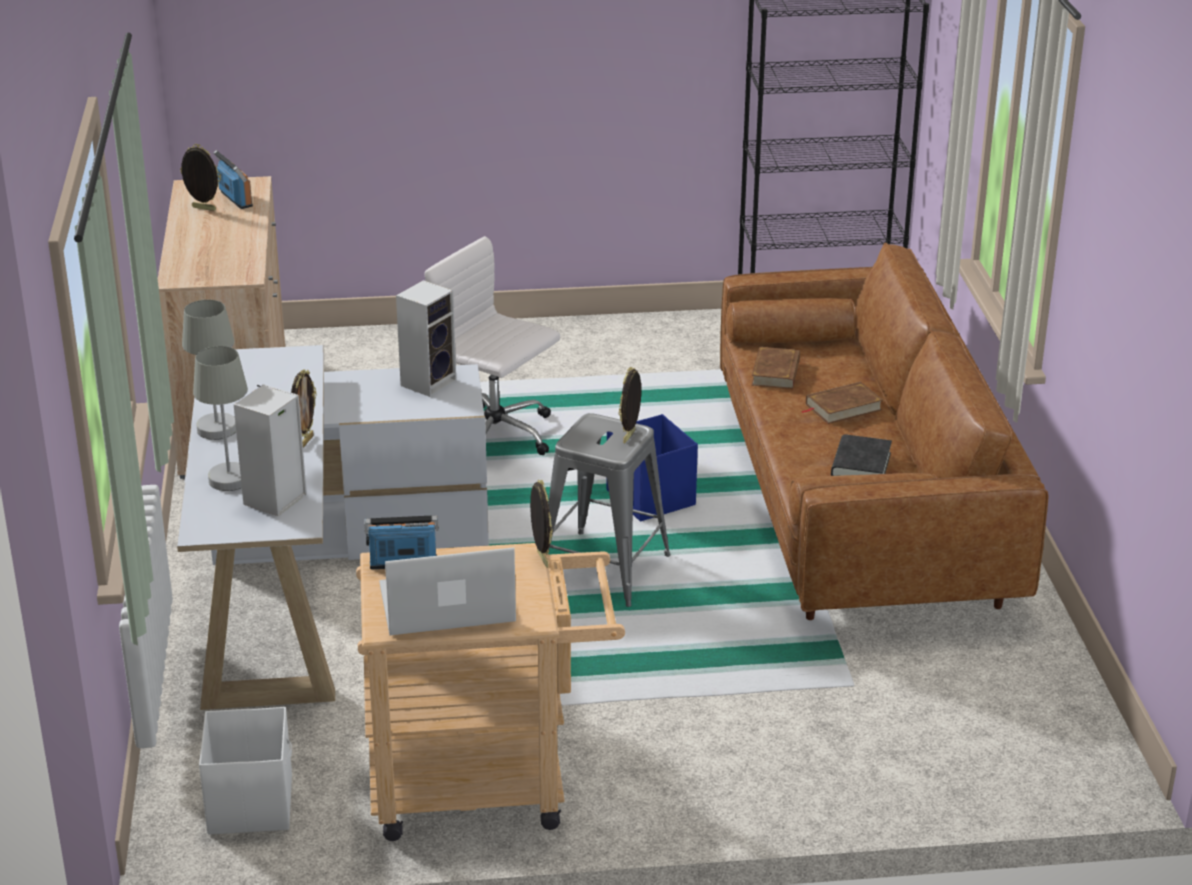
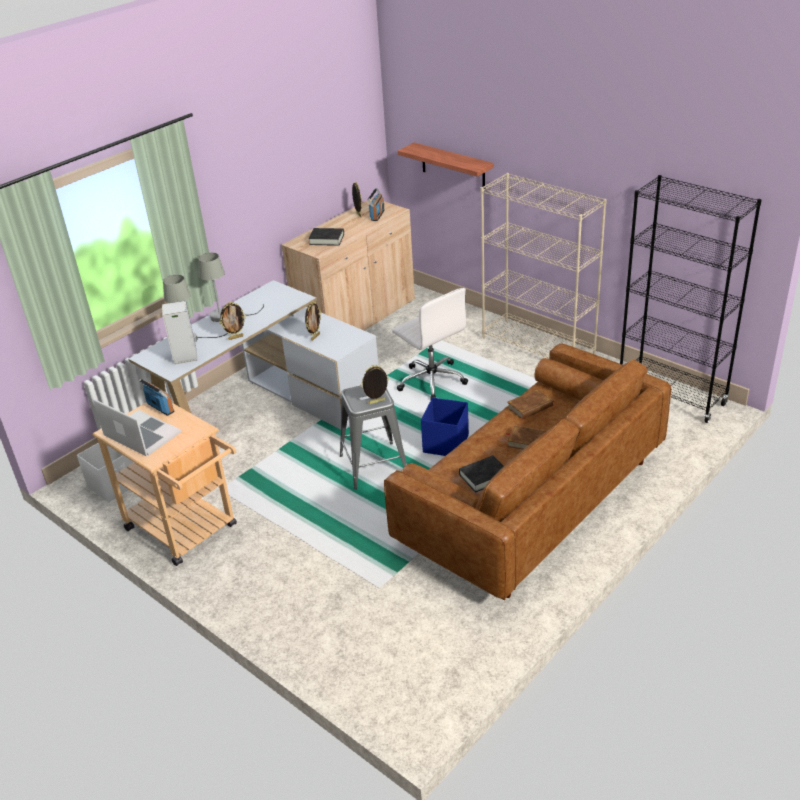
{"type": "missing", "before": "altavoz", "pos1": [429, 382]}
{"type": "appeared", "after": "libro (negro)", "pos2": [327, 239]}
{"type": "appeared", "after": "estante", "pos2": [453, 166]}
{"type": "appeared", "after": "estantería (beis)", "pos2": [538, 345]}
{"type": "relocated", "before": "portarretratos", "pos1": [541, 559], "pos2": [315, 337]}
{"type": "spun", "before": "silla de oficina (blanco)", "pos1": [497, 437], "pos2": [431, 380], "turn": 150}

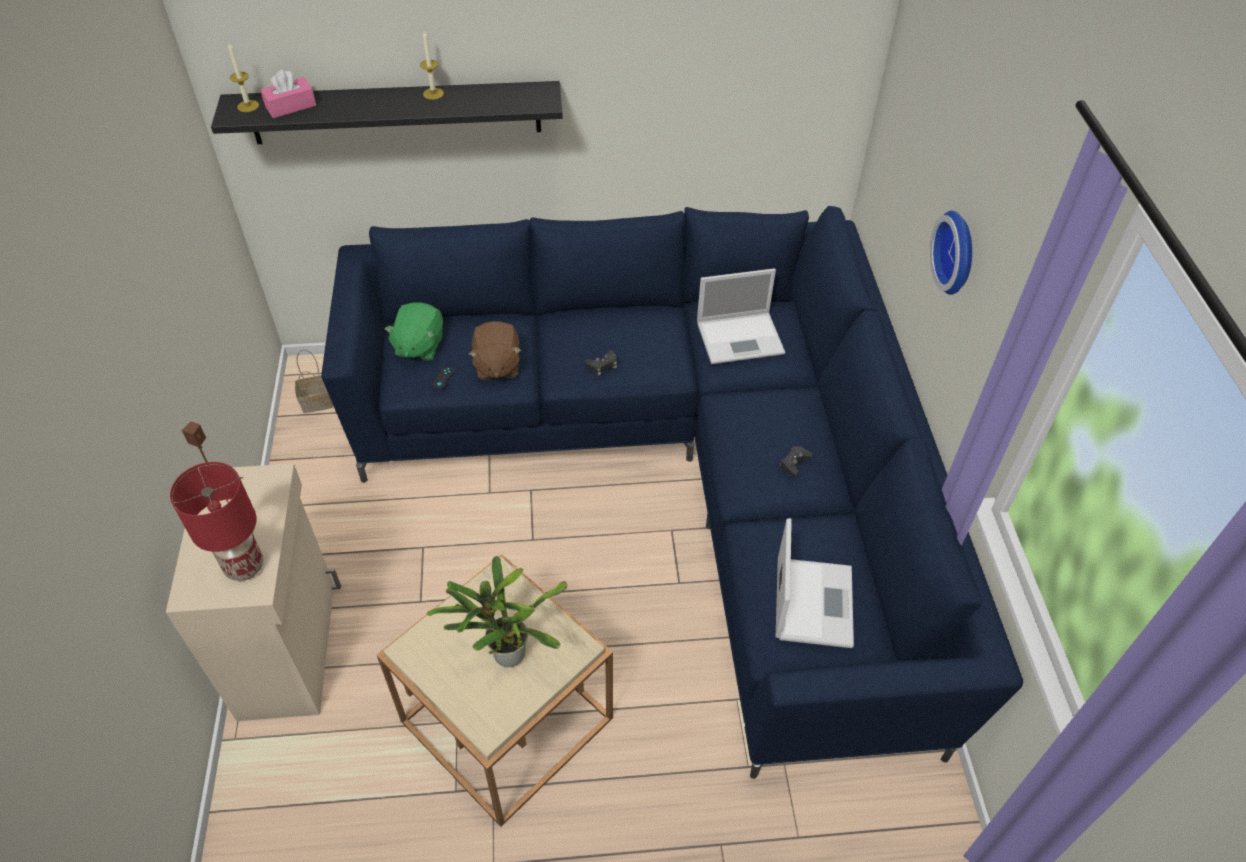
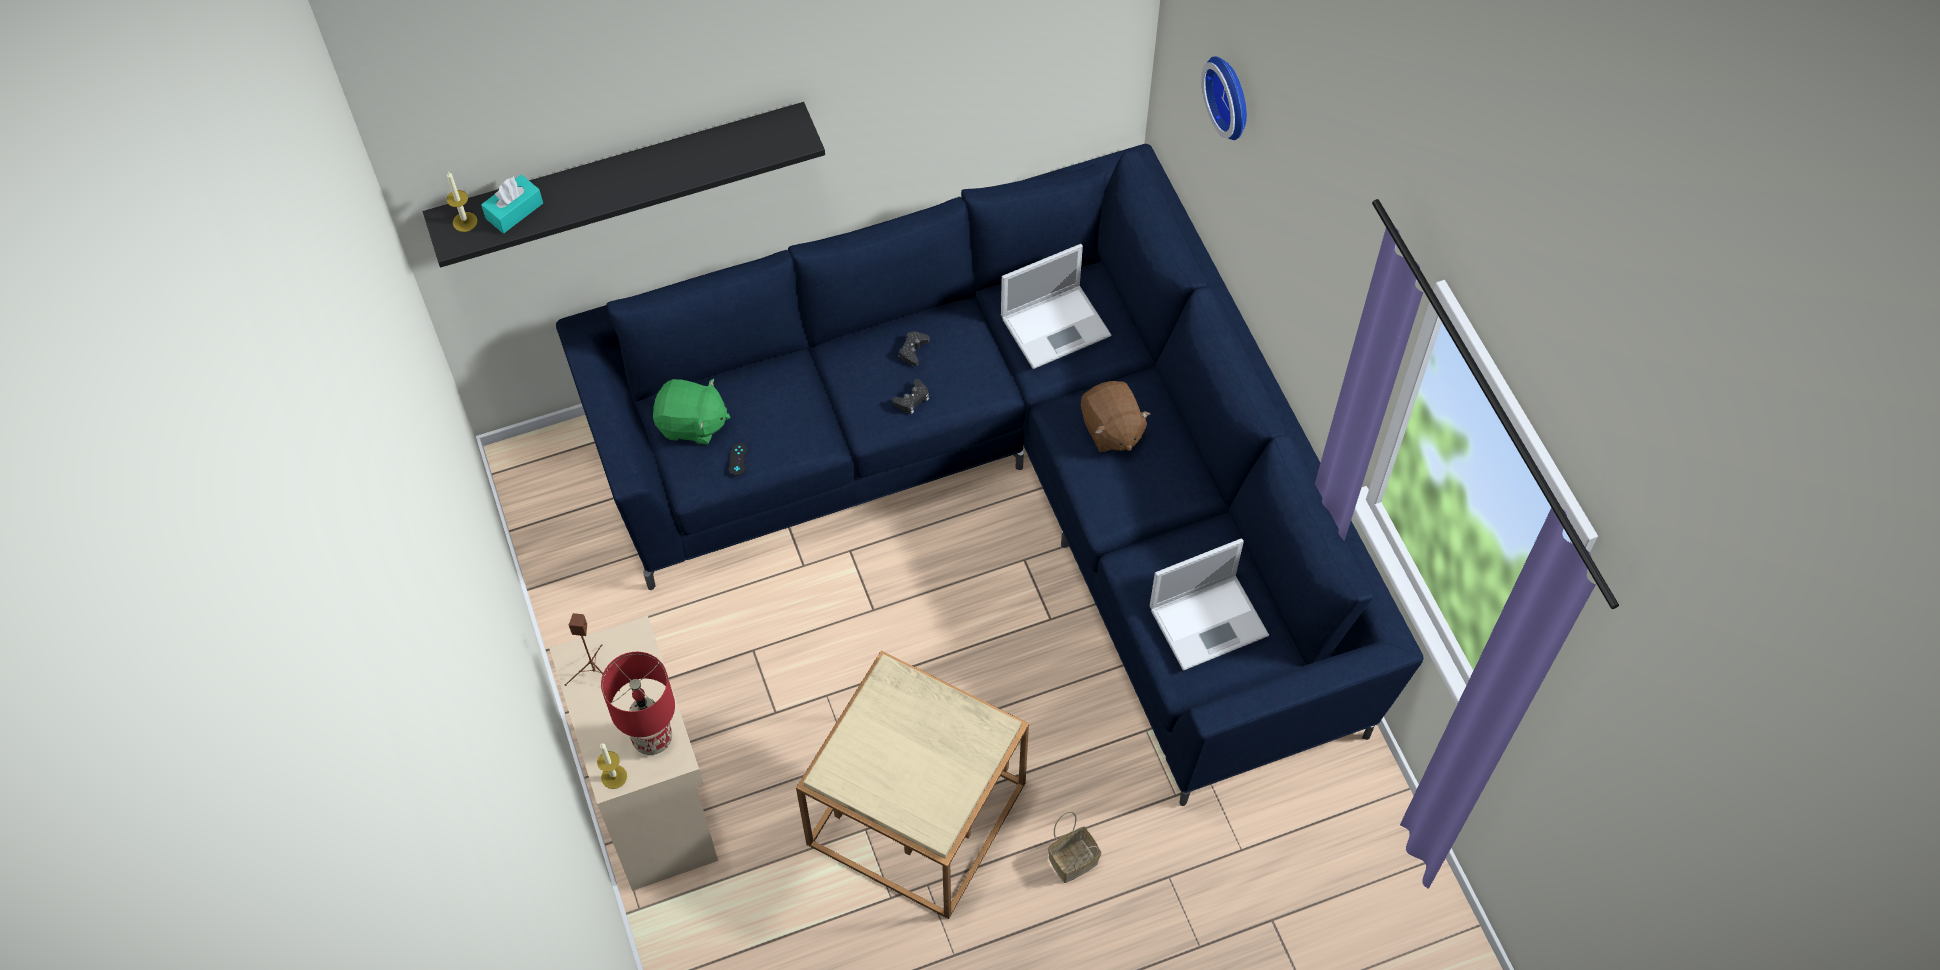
{"type": "missing", "before": "planta en maceta", "pos1": [505, 653]}
{"type": "relocated", "before": "cesta", "pos1": [318, 401], "pos2": [1074, 859]}
{"type": "relocated", "before": "vela", "pos1": [433, 93], "pos2": [614, 776]}
{"type": "relocated", "before": "peluche (marrón)", "pos1": [497, 365], "pos2": [1111, 429]}
{"type": "relocated", "before": "mando de consola (negro)", "pos1": [794, 463], "pos2": [913, 350]}
{"type": "relocated", "before": "reloj de pared", "pos1": [958, 252], "pos2": [1231, 96]}
{"type": "colour", "before": "caja de pañuelos (rosa)", "after": "caja de pañuelos (turquesa)", "pos1": [290, 106], "pos2": [514, 211]}
{"type": "spun", "before": "peluche (verde)", "pos1": [419, 346], "pos2": [692, 424], "turn": -75}
{"type": "spun", "before": "portátil", "pos1": [813, 600], "pos2": [1210, 620], "turn": 75}

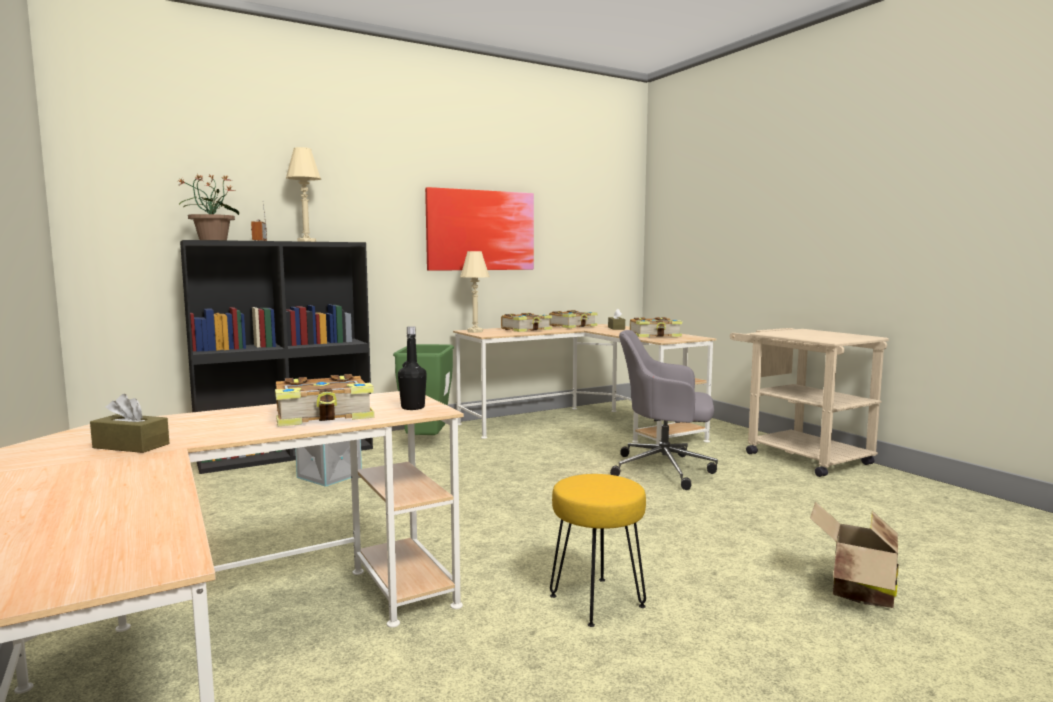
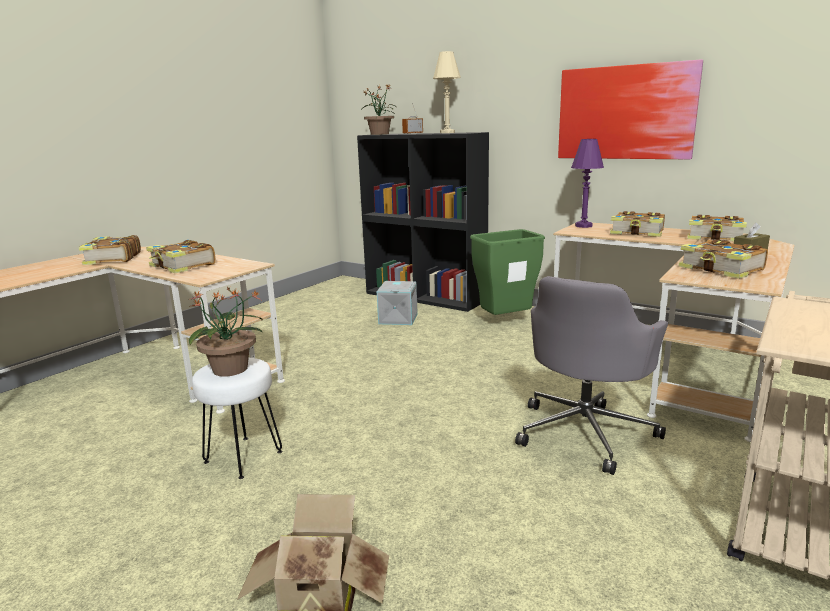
{"type": "missing", "before": "botella (negro)", "pos1": [413, 407]}
{"type": "appeared", "after": "planta en maceta", "pos2": [231, 369]}
{"type": "exchanged", "before": "caja de pañuelos (marrón)", "after": "libro", "pos1": [131, 446], "pos2": [112, 259]}
{"type": "colour", "before": "lámpara de mesa (beis)", "after": "lámpara de mesa (morado)", "pos1": [475, 331], "pos2": [583, 226]}
{"type": "colour", "before": "taburete (amarillo)", "after": "taburete (blanco)", "pos1": [598, 601], "pos2": [243, 457]}
{"type": "spun", "before": "silla de oficina (gris)", "pos1": [665, 469], "pos2": [585, 431], "turn": -135}

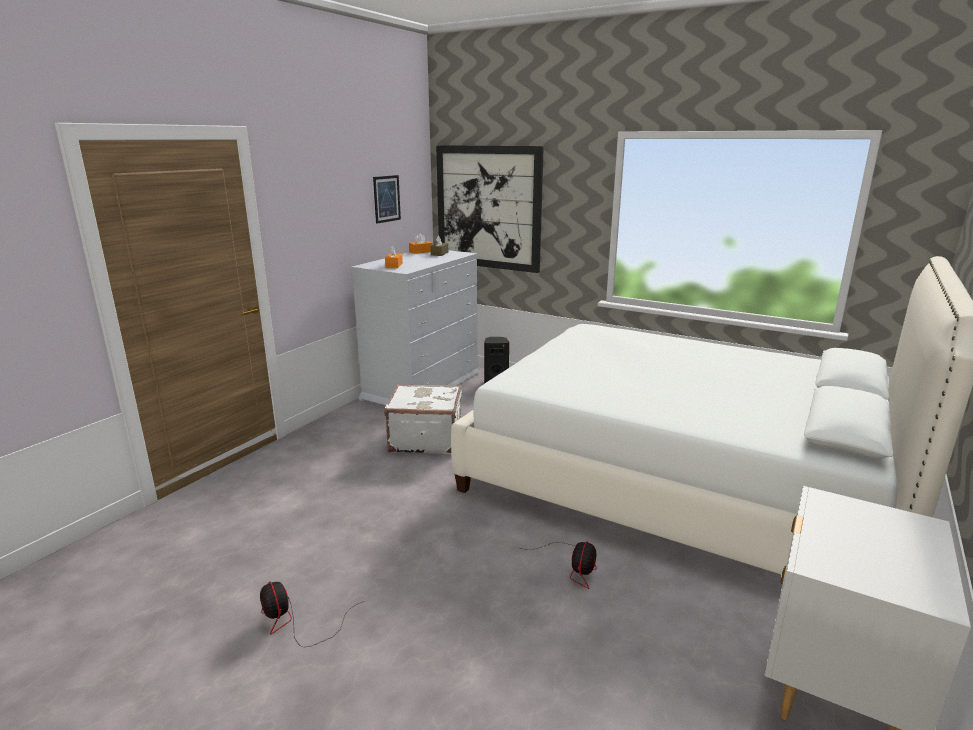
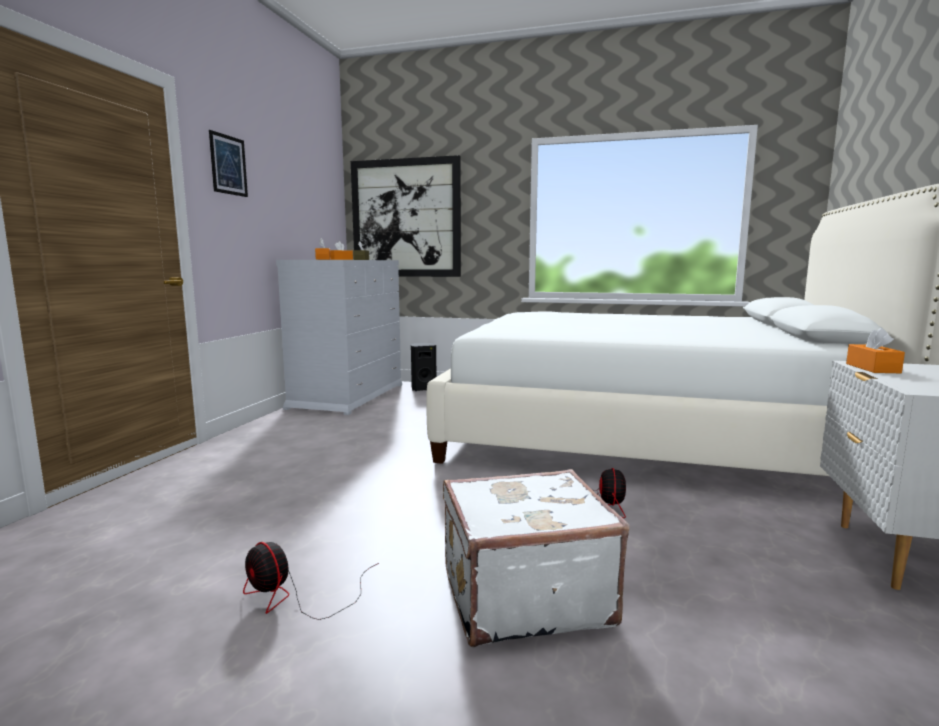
{"type": "appeared", "after": "caja de pañuelos (naranja)", "pos2": [872, 368]}
{"type": "relocated", "before": "cuadro", "pos1": [386, 199], "pos2": [228, 165]}
{"type": "relocated", "before": "maleta (blanco)", "pos1": [425, 439], "pos2": [523, 595]}

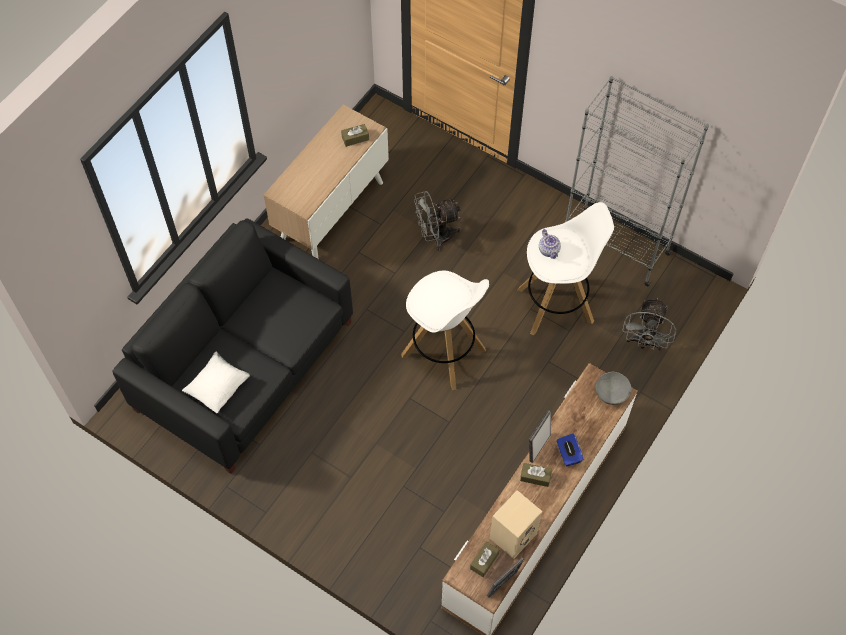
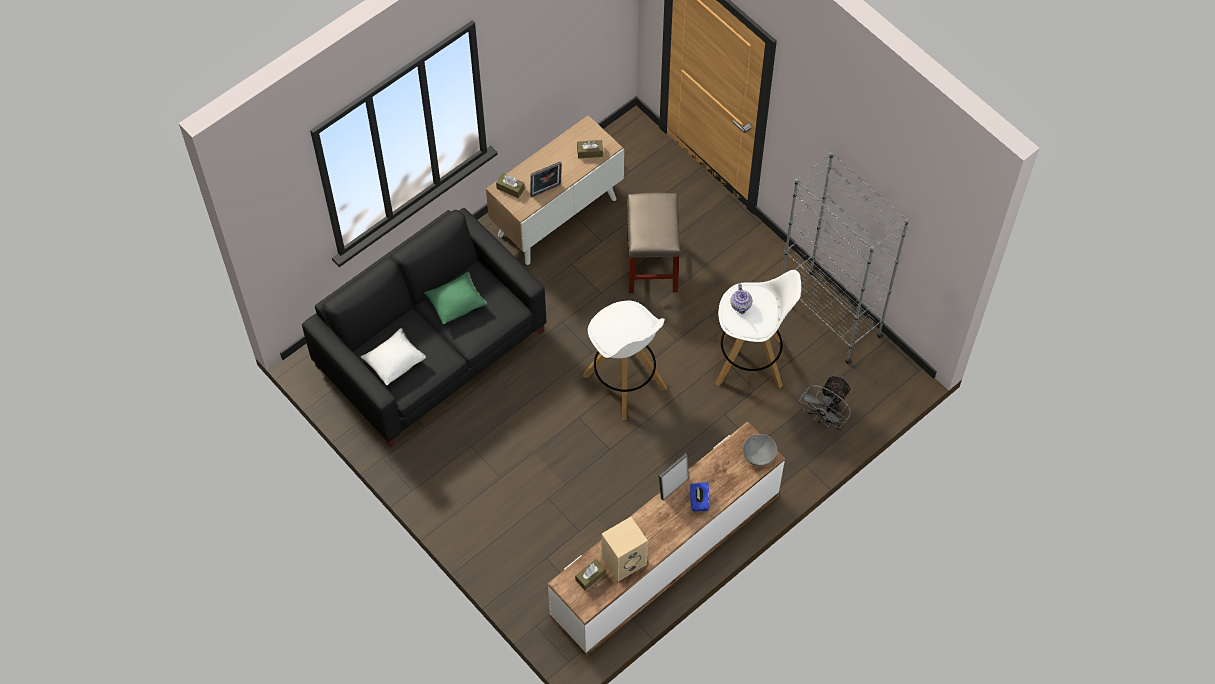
{"type": "appeared", "after": "cojín (verde)", "pos2": [457, 304]}
{"type": "relocated", "before": "portarretratos", "pos1": [503, 585], "pos2": [546, 191]}
{"type": "relocated", "before": "caja de pañuelos (marrón)", "pos1": [535, 477], "pos2": [510, 188]}
{"type": "exchanged", "before": "ventilador (gris)", "after": "taburete (beis)", "pos1": [436, 236], "pos2": [652, 265]}

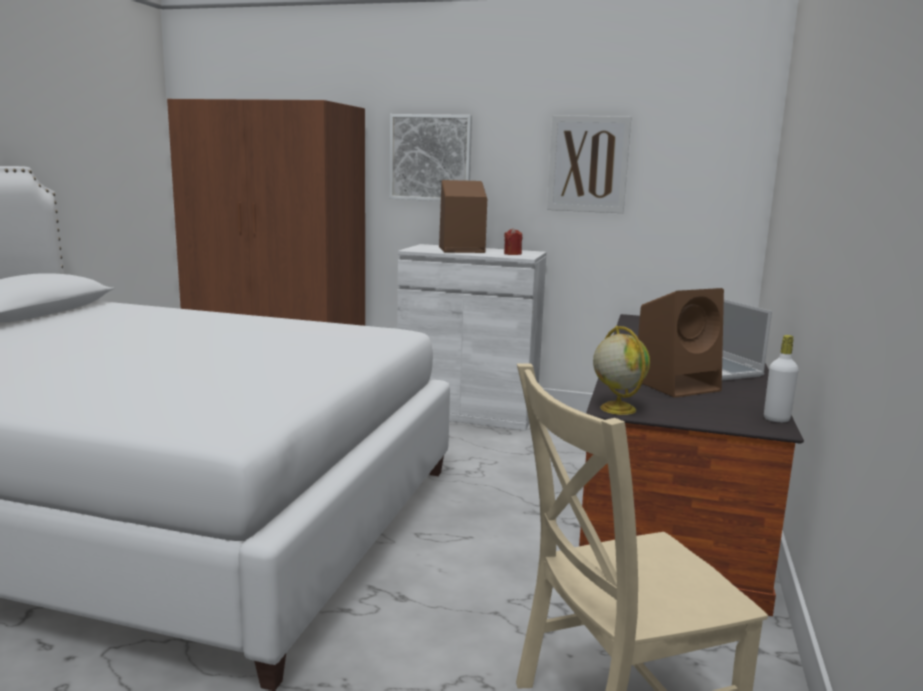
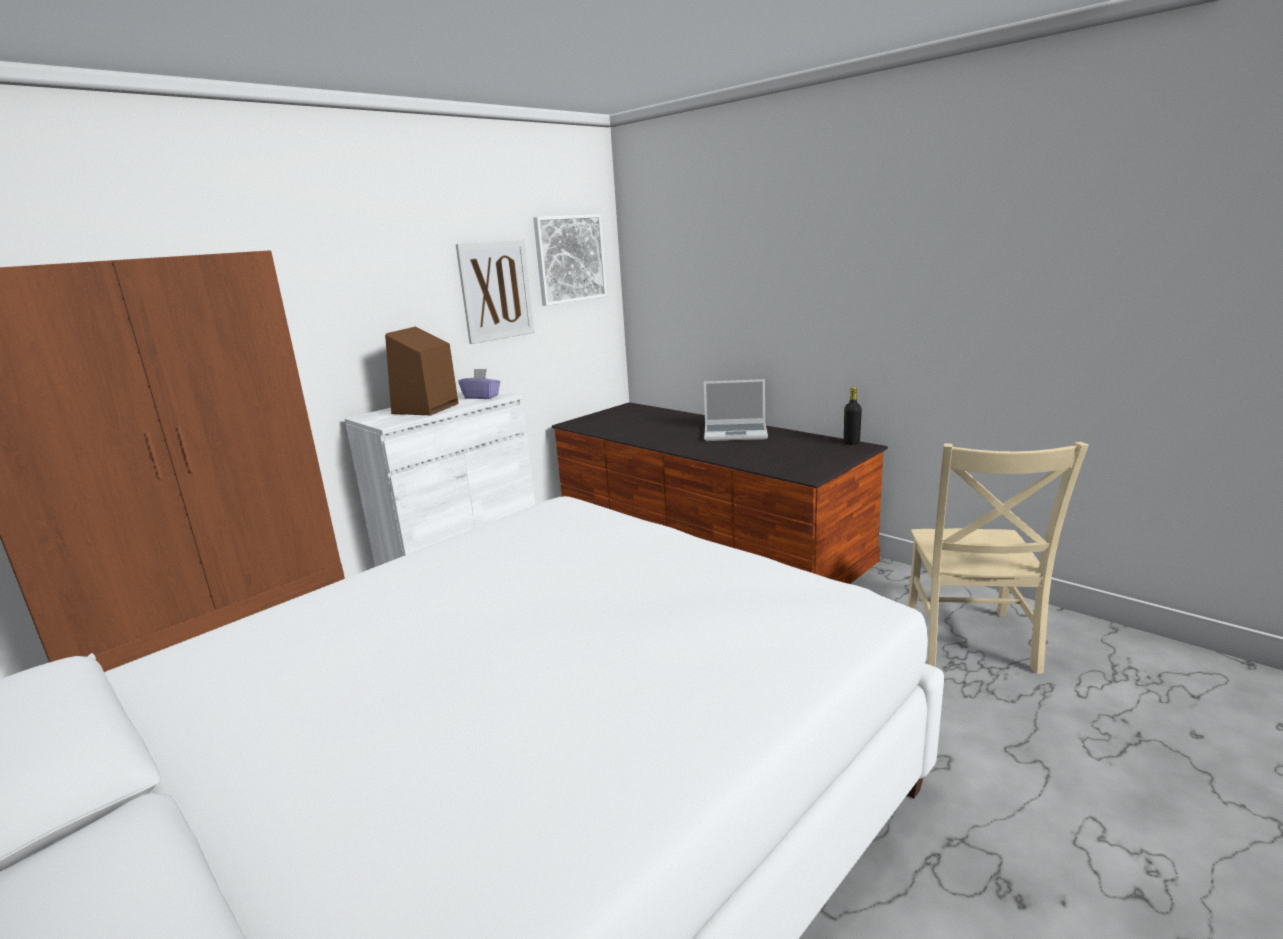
{"type": "missing", "before": "globo terráqueo", "pos1": [617, 408]}
{"type": "missing", "before": "altavoz (marrón)", "pos1": [678, 385]}
{"type": "relocated", "before": "cuadro", "pos1": [430, 158], "pos2": [570, 259]}
{"type": "exchanged", "before": "vela (rojo)", "after": "caja de pañuelos (morado)", "pos1": [512, 254], "pos2": [481, 397]}
{"type": "colour", "before": "botella (blanco)", "after": "botella (negro)", "pos1": [776, 419], "pos2": [851, 443]}

